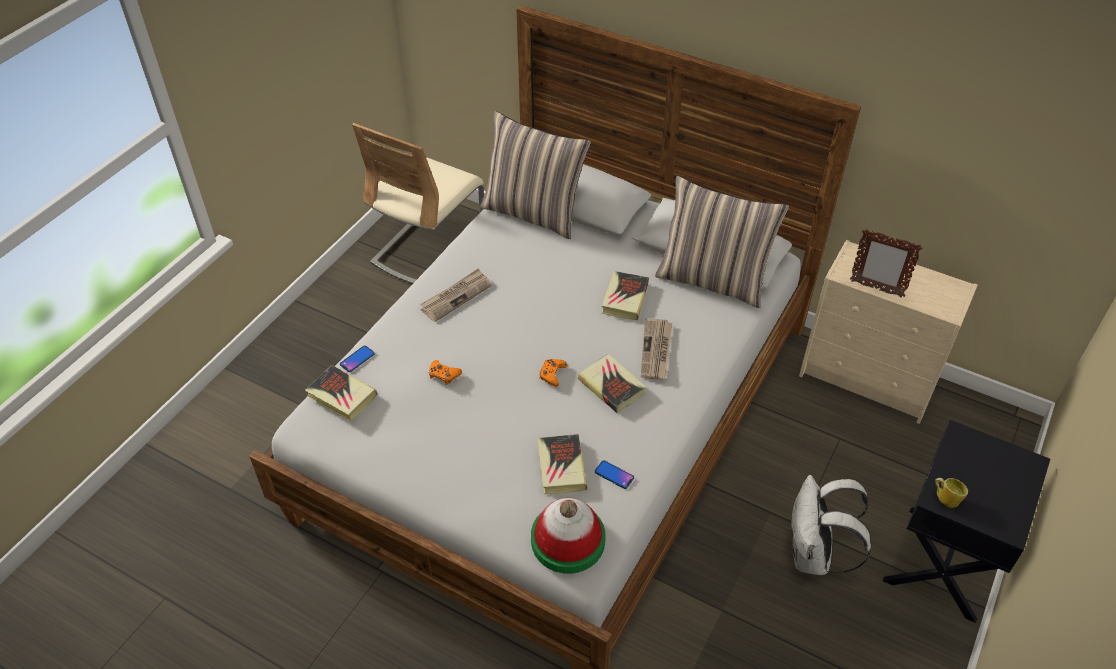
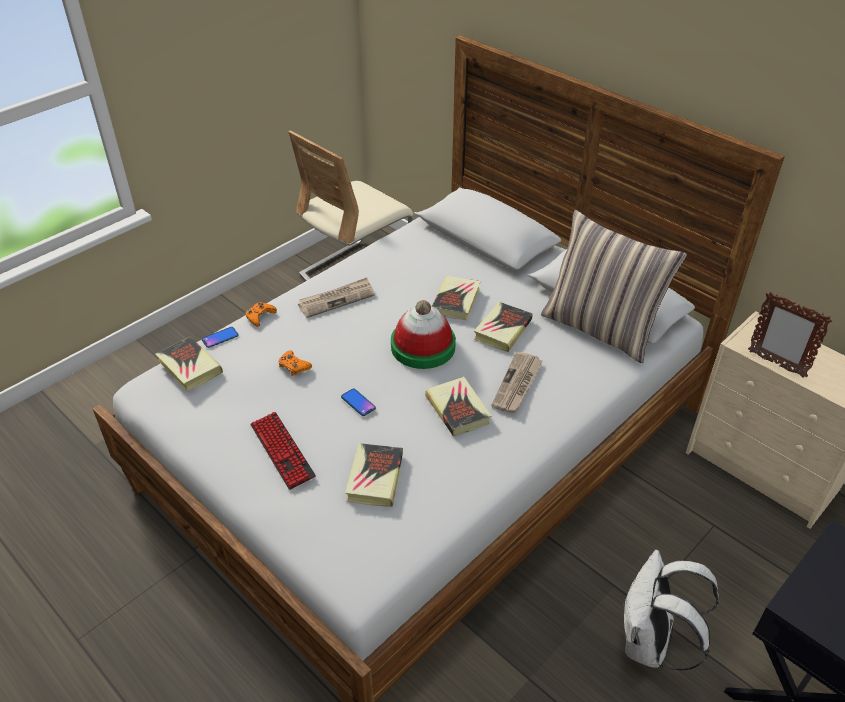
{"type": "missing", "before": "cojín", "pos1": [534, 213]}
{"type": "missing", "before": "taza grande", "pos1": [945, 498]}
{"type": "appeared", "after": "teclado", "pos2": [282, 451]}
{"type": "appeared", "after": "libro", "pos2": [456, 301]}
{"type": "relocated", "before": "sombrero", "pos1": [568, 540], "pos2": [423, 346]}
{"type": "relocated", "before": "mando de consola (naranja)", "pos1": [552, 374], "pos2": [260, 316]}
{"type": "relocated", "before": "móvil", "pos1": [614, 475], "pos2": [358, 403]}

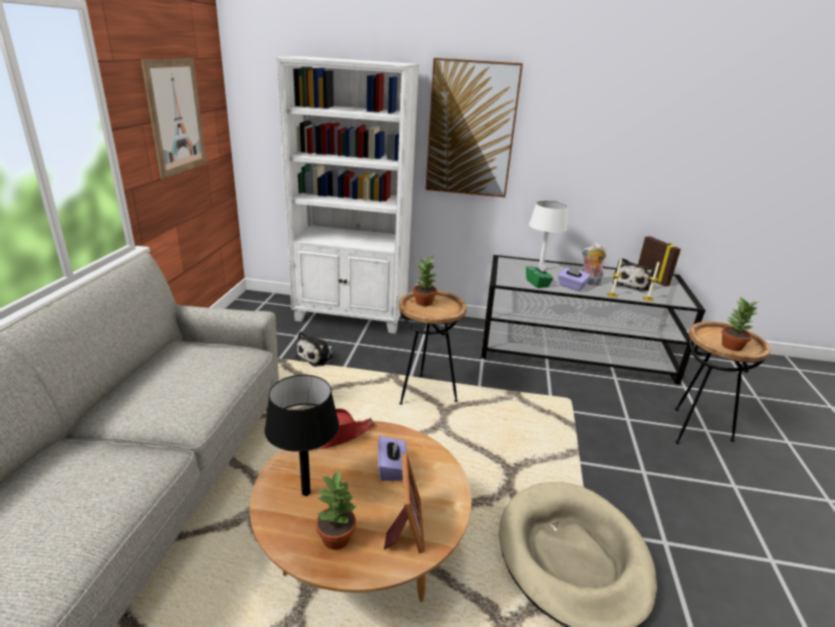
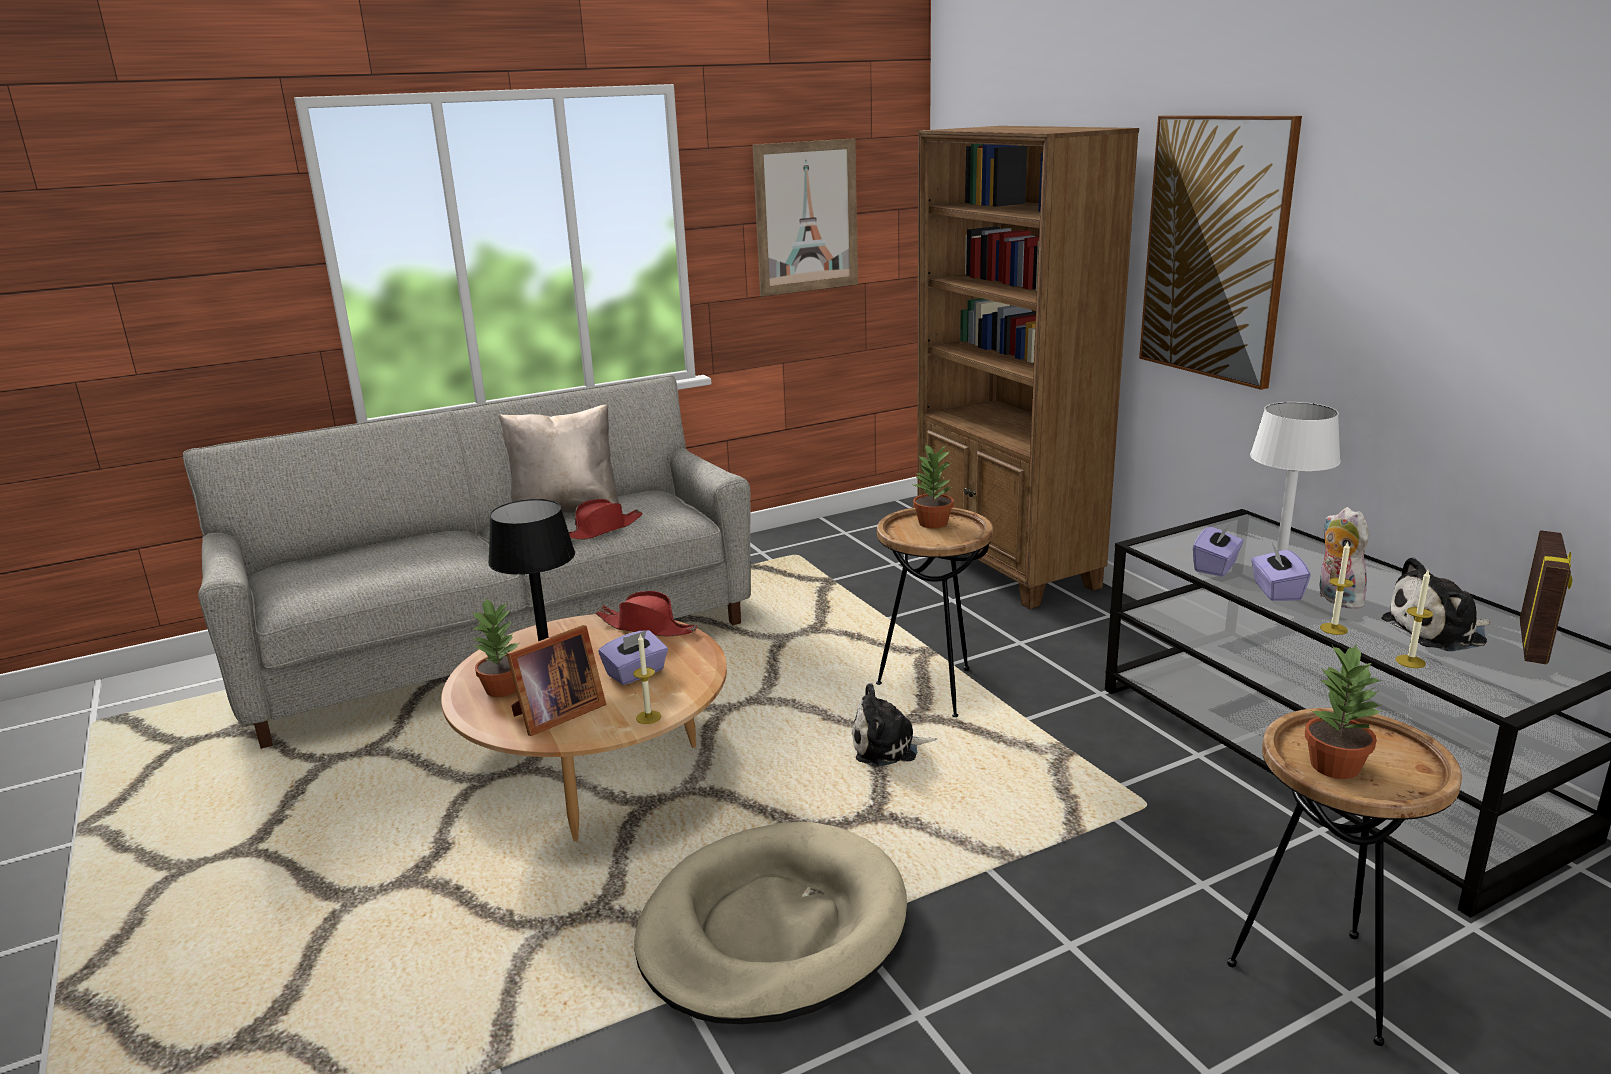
{"type": "appeared", "after": "cojín (beis)", "pos2": [566, 511]}
{"type": "appeared", "after": "sombrero (rojo)", "pos2": [601, 530]}
{"type": "appeared", "after": "vela", "pos2": [648, 717]}
{"type": "relocated", "before": "peluche", "pos1": [317, 357], "pos2": [888, 747]}
{"type": "colour", "before": "estantería (blanco)", "after": "estantería (marrón)", "pos1": [352, 316], "pos2": [1007, 567]}
{"type": "colour", "before": "caja de pañuelos (verde)", "after": "caja de pañuelos (morado)", "pos1": [537, 283], "pos2": [1216, 567]}

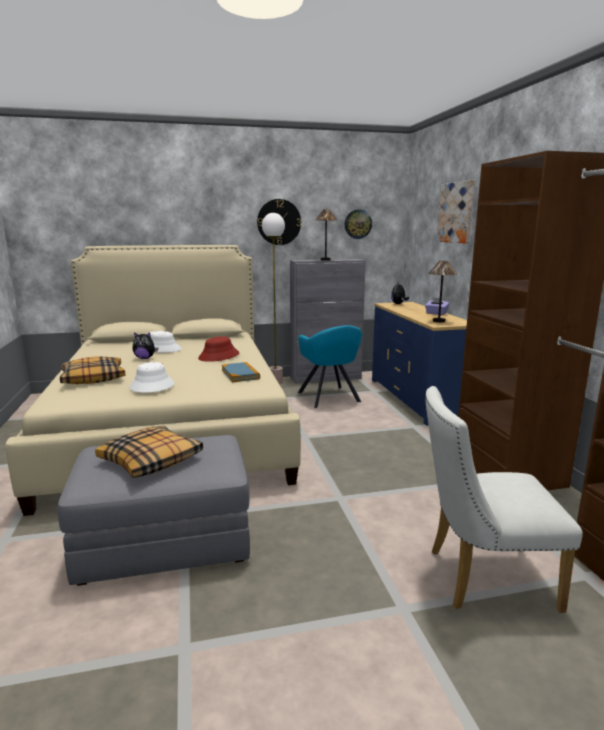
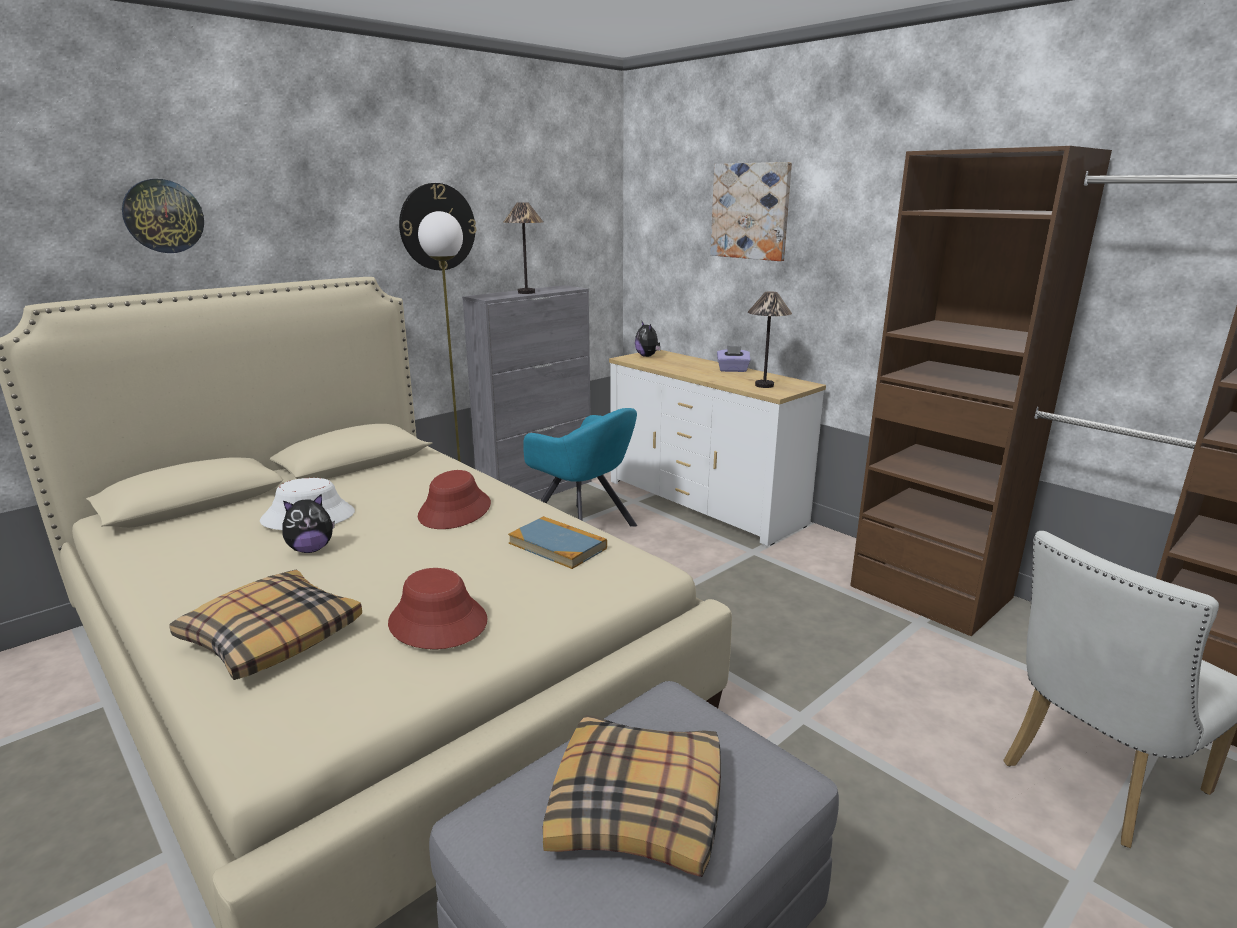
{"type": "relocated", "before": "reloj de pared", "pos1": [358, 224], "pos2": [163, 216]}
{"type": "colour", "before": "sombrero (blanco)", "after": "sombrero (rojo)", "pos1": [152, 386], "pos2": [437, 622]}
{"type": "colour", "before": "cómoda (azul)", "after": "cómoda (blanco)", "pos1": [416, 399], "pos2": [704, 502]}

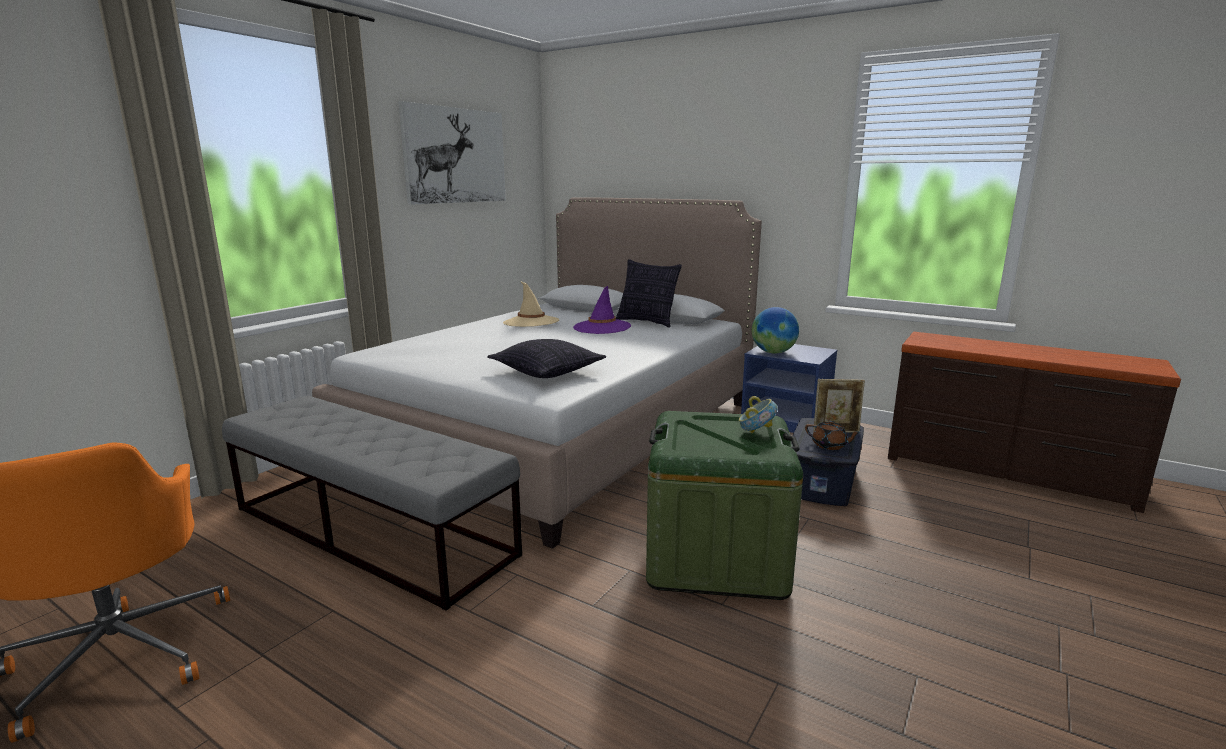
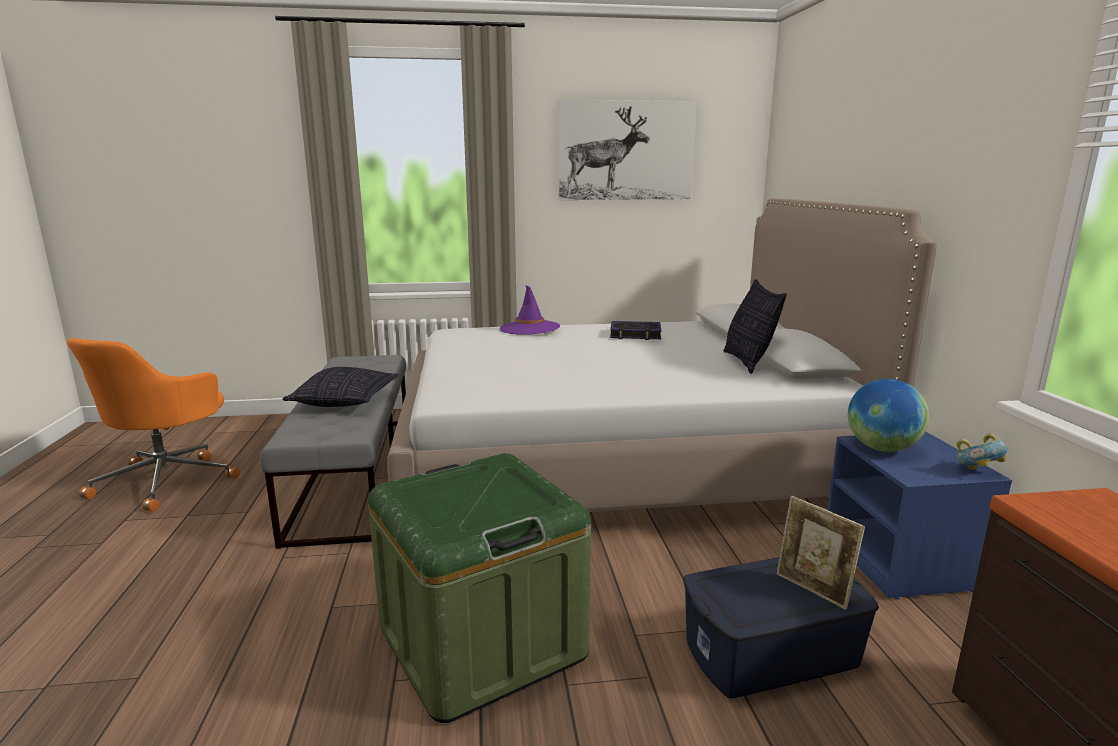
{"type": "missing", "before": "tetera (marrón)", "pos1": [829, 446]}
{"type": "relocated", "before": "cojín", "pos1": [547, 372], "pos2": [345, 401]}
{"type": "relocated", "before": "sombrero (morado)", "pos1": [602, 327], "pos2": [529, 328]}
{"type": "relocated", "before": "cuenco", "pos1": [756, 433], "pos2": [976, 471]}
{"type": "exchanged", "before": "sombrero (beis)", "after": "libro", "pos1": [531, 322], "pos2": [635, 335]}

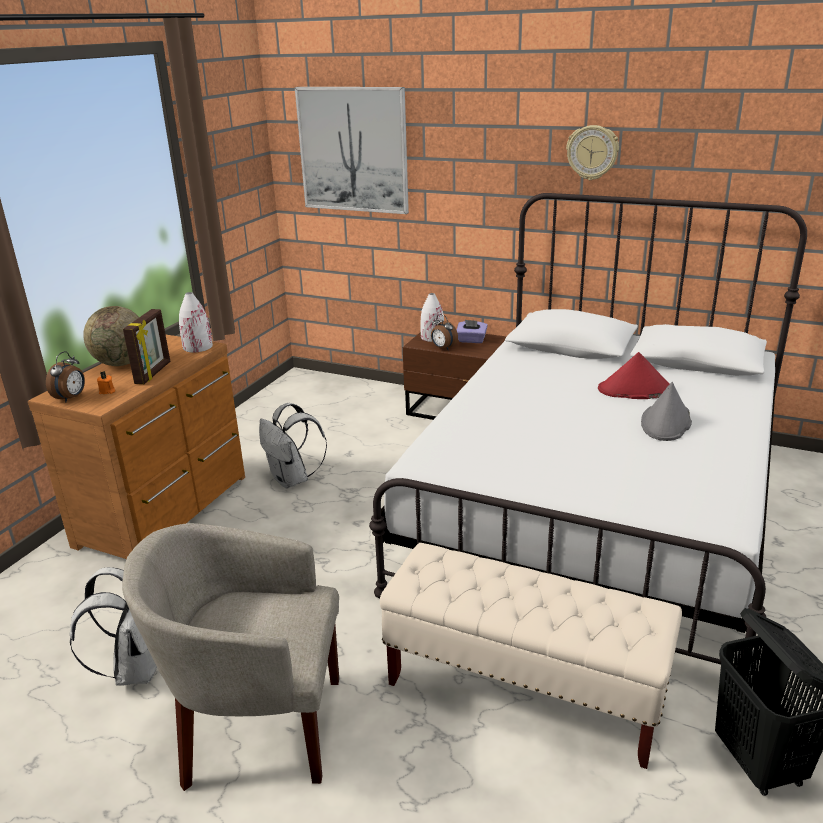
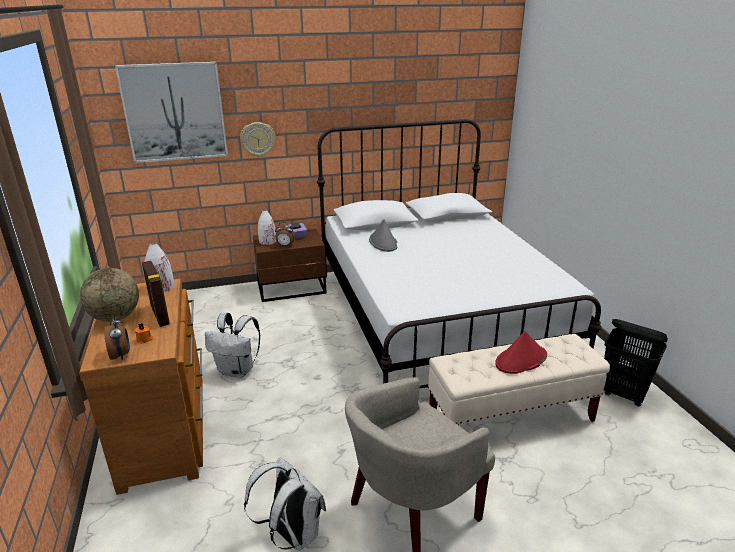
{"type": "relocated", "before": "reloj de pared", "pos1": [592, 152], "pos2": [258, 139]}
{"type": "relocated", "before": "sombrero (rojo)", "pos1": [635, 390], "pos2": [521, 360]}
{"type": "relocated", "before": "sombrero (gris)", "pos1": [666, 422], "pos2": [383, 242]}

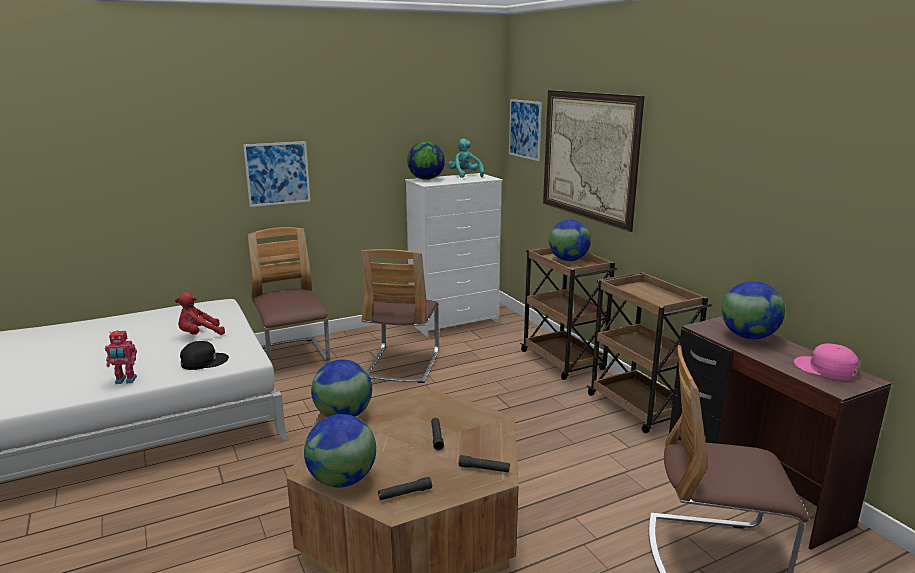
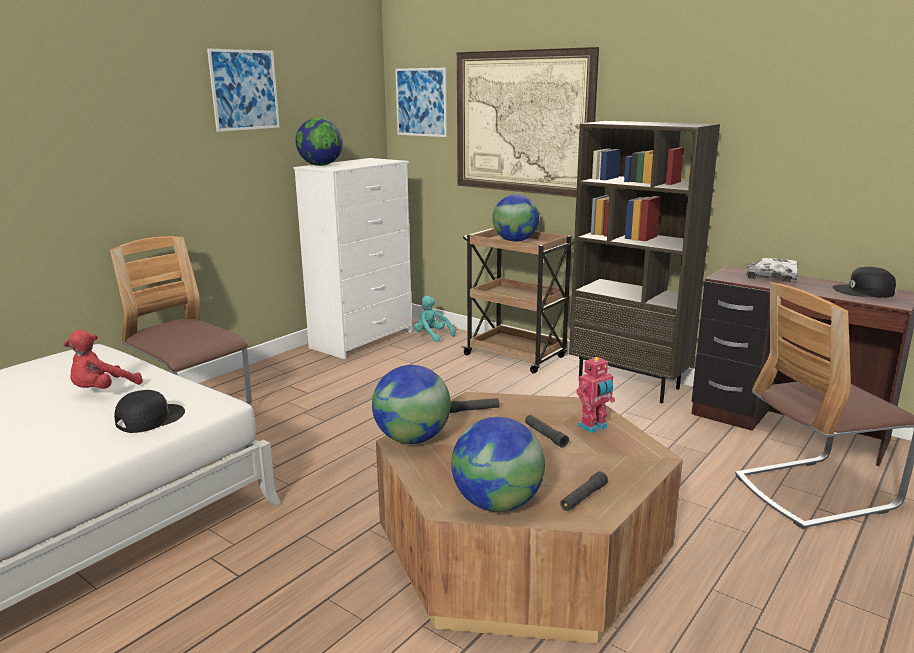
{"type": "missing", "before": "silla", "pos1": [402, 365]}
{"type": "relocated", "before": "robot de juguete", "pos1": [125, 381], "pos2": [594, 427]}
{"type": "relocated", "before": "cuadro", "pos1": [277, 173], "pos2": [244, 90]}
{"type": "relocated", "before": "peluche (turquesa)", "pos1": [465, 175], "pos2": [432, 336]}
{"type": "relocated", "before": "linterna (negro)", "pos1": [484, 469], "pos2": [473, 410]}
{"type": "exchanged", "before": "carrito (marrón)", "after": "estantería (marrón)", "pos1": [639, 408], "pos2": [629, 384]}
{"type": "exchanged", "before": "globo terráqueo", "after": "camión de juguete", "pos1": [748, 336], "pos2": [770, 278]}
{"type": "colour", "before": "gorra (rosa)", "after": "gorra (negro)", "pos1": [825, 369], "pos2": [864, 291]}

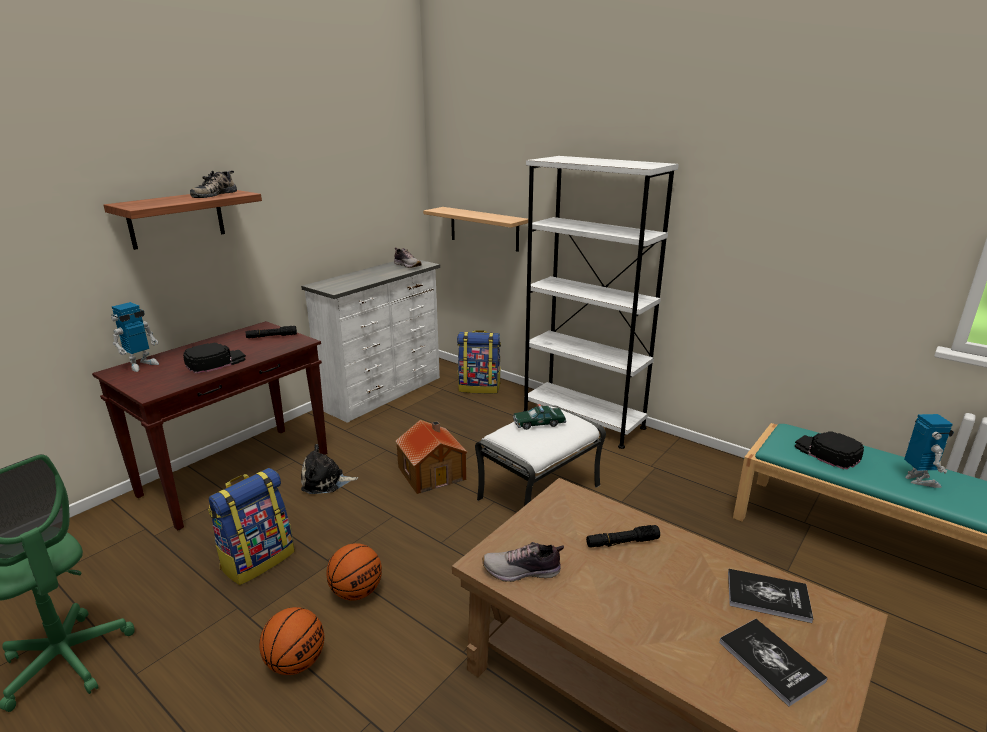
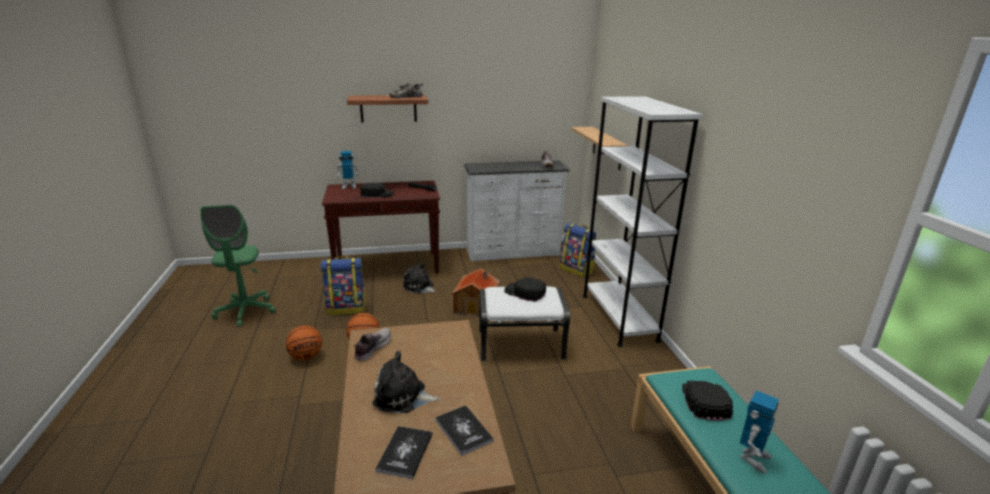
{"type": "missing", "before": "linterna (negro)", "pos1": [622, 542]}
{"type": "appeared", "after": "peluche", "pos2": [402, 397]}
{"type": "exchanged", "before": "coche de juguete", "after": "gorra (negro)", "pos1": [539, 423], "pos2": [525, 292]}
{"type": "spun", "before": "zapato", "pos1": [522, 571], "pos2": [372, 348], "turn": 75}

